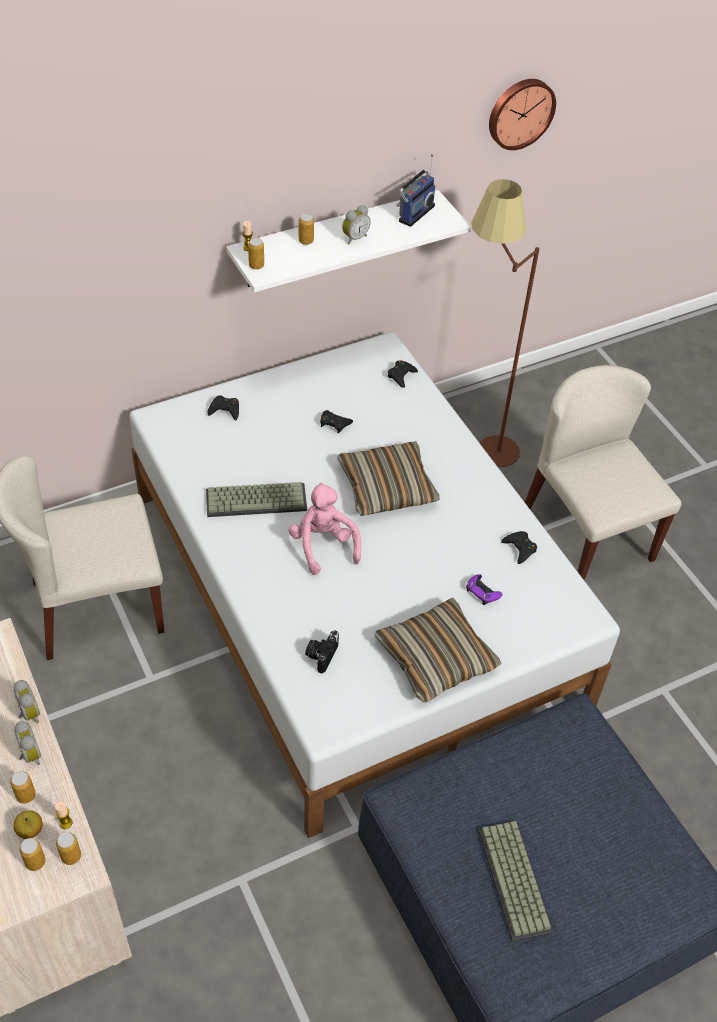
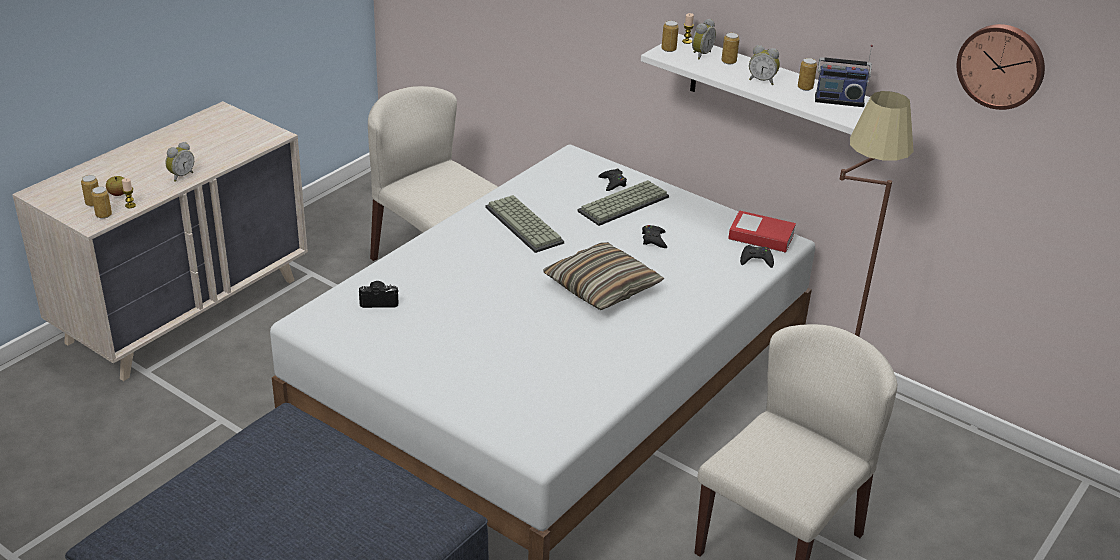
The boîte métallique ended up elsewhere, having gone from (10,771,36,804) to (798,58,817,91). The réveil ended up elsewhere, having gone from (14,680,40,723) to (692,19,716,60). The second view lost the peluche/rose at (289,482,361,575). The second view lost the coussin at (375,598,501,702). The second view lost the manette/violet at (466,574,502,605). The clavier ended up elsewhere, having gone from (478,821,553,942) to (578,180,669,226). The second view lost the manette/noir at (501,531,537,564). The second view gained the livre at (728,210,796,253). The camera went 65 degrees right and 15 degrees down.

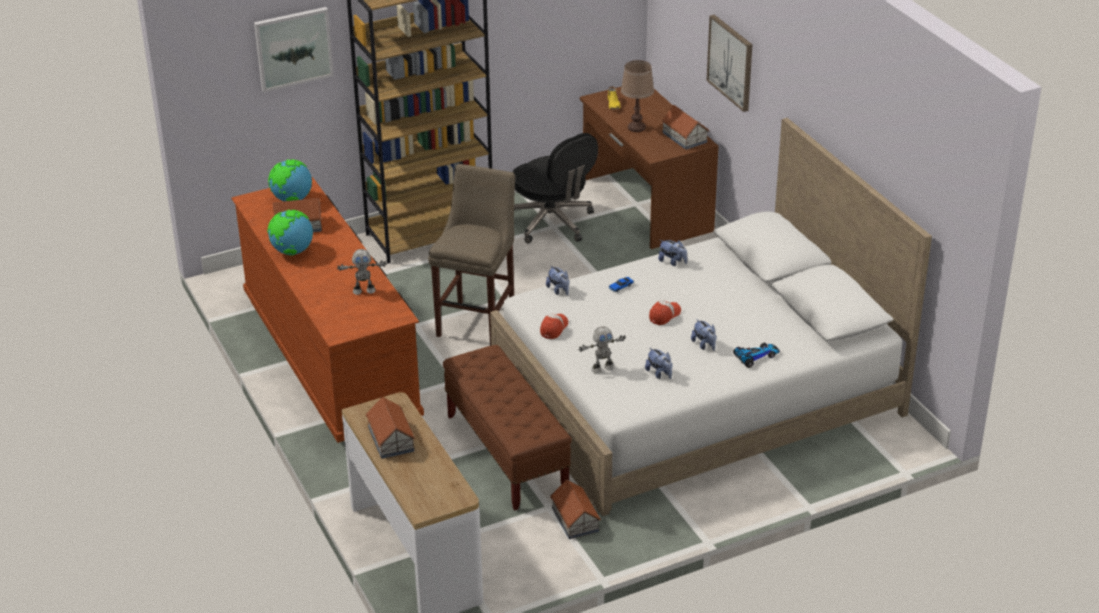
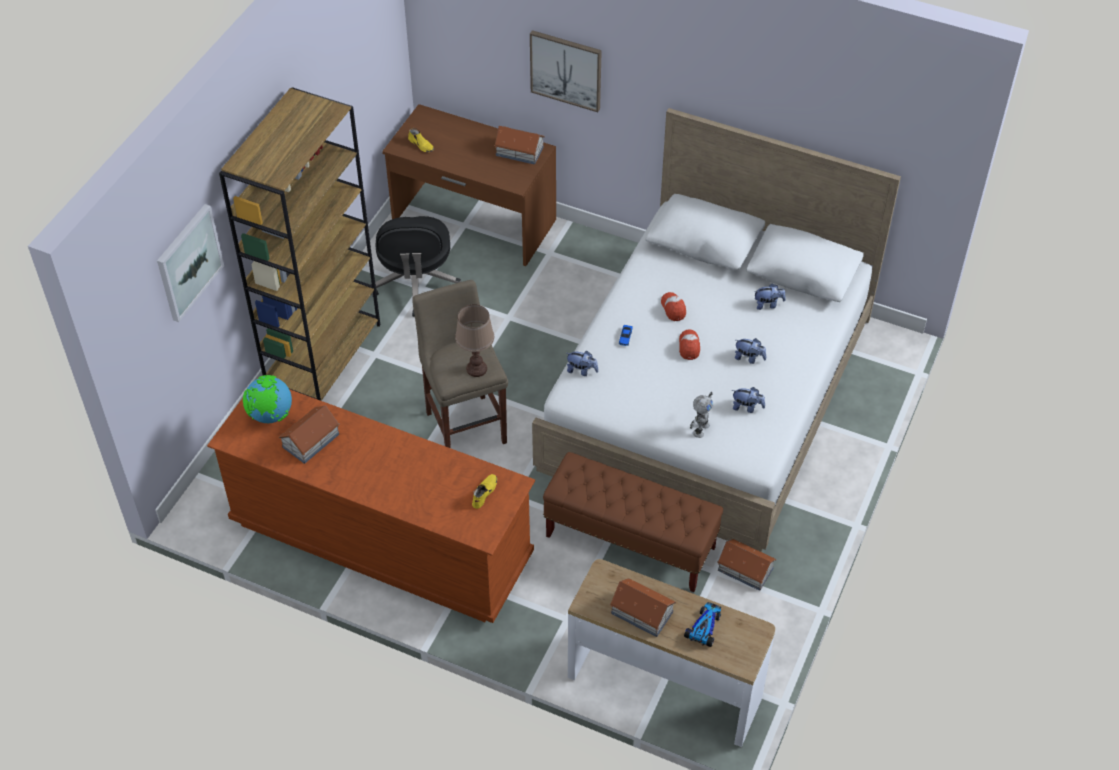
The second view lost the globe at (267,210,313,256). The second view lost the robot jouet at (337,249,387,295). The chaise de bureau/noir at (512,133,598,243) ended up facing another way, 75 degrees clockwise from before. The casquette ended up elsewhere, having gone from (540,313,568,339) to (661,292,686,321). The lampe de table/marron ended up elsewhere, having gone from (621,60,654,132) to (455,304,494,377). The peluche ended up elsewhere, having gone from (658,240,687,266) to (754,283,786,310). The petite voiture ended up elsewhere, having gone from (733,343,780,368) to (684,602,721,647). The second view gained the chaussure/jaune at (472,474,497,509). The camera went 40 degrees left and 15 degrees up.

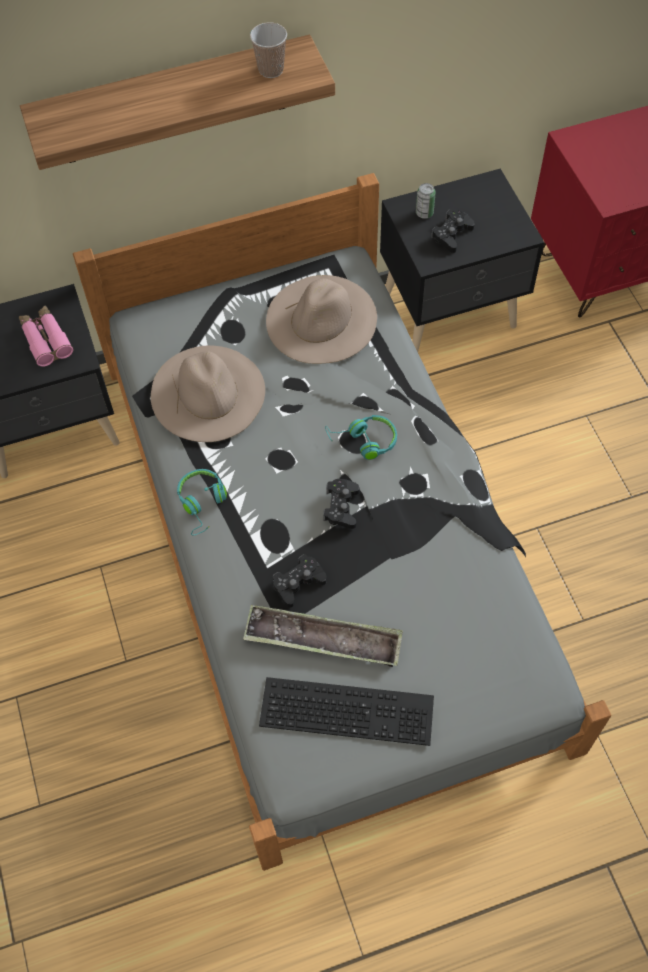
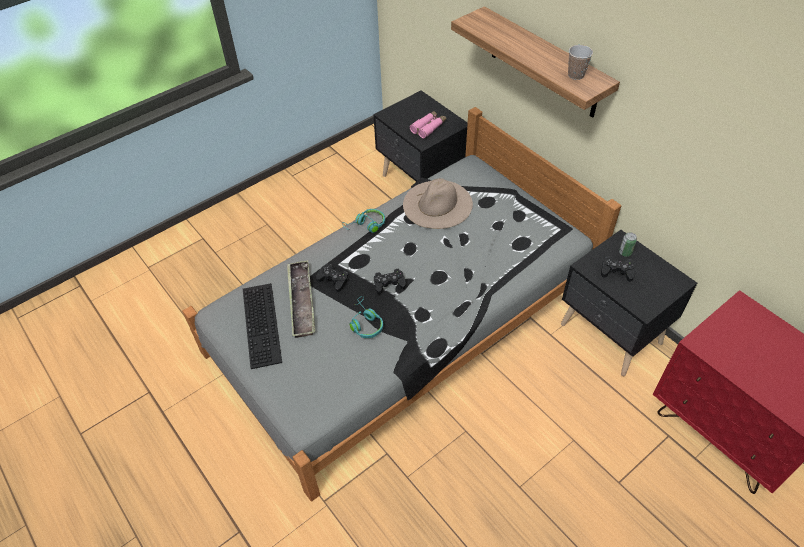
The second view lost the chapeau/beige at (266,275,377,364). The casque audio/turquoise ended up elsewhere, having gone from (325,415,397,460) to (350,296,383,338). The camera went 70 degrees right and 10 degrees down.

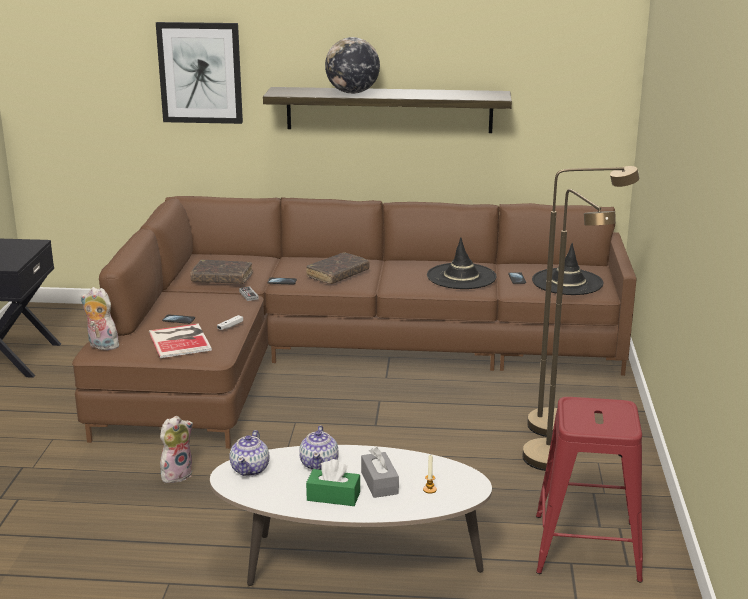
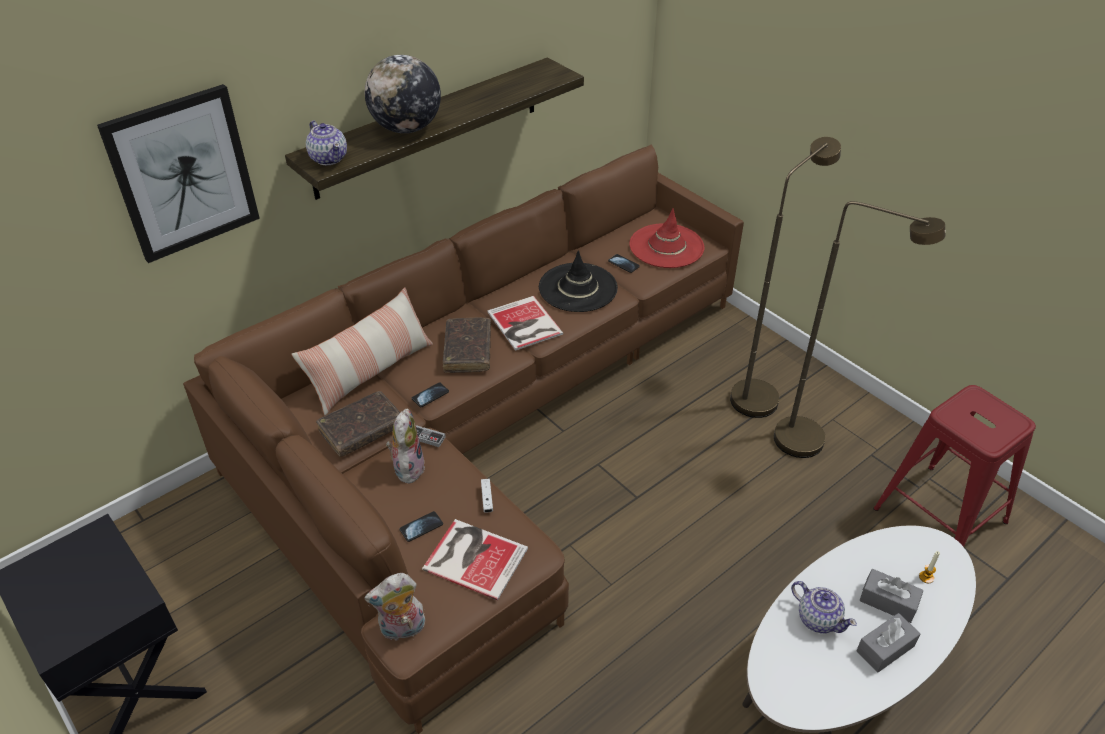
The peluche ended up elsewhere, having gone from (160,416,193,483) to (386,409,425,484). The théière ended up elsewhere, having gone from (229,430,269,476) to (306,121,347,165). What was the boîte à mouchoirs/vert at (306,459,360,506) turned into the boîte à mouchoirs/gris at (857,613,921,672). What was the chapeau/noir at (532,243,604,295) turned into the chapeau/rouge at (629,208,704,268). The second view gained the coussin at (291,287,433,415). The second view gained the livre at (487,296,564,351). The camera went 45 degrees left and 20 degrees up.

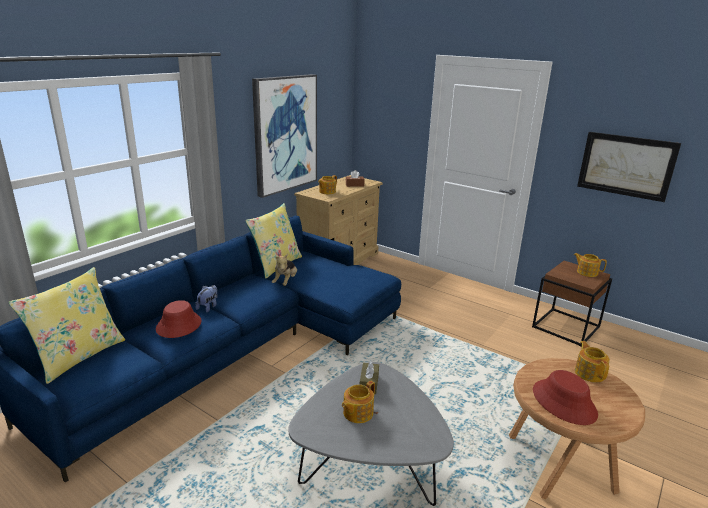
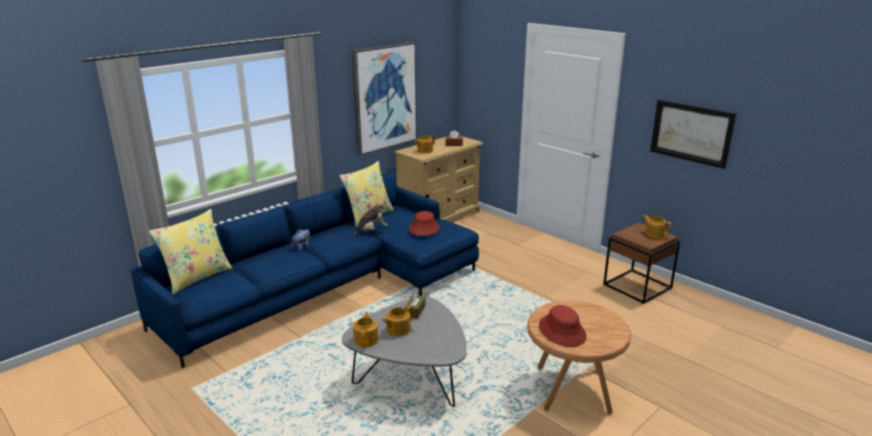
The chapeau/rouge ended up elsewhere, having gone from (156,300,202,338) to (409,211,440,236). The peluche at (272,254,297,286) ended up facing another way, 150 degrees counterclockwise from before. The théière ended up elsewhere, having gone from (575,341,610,383) to (353,312,378,348). The camera went 10 degrees right and 0 degrees up.

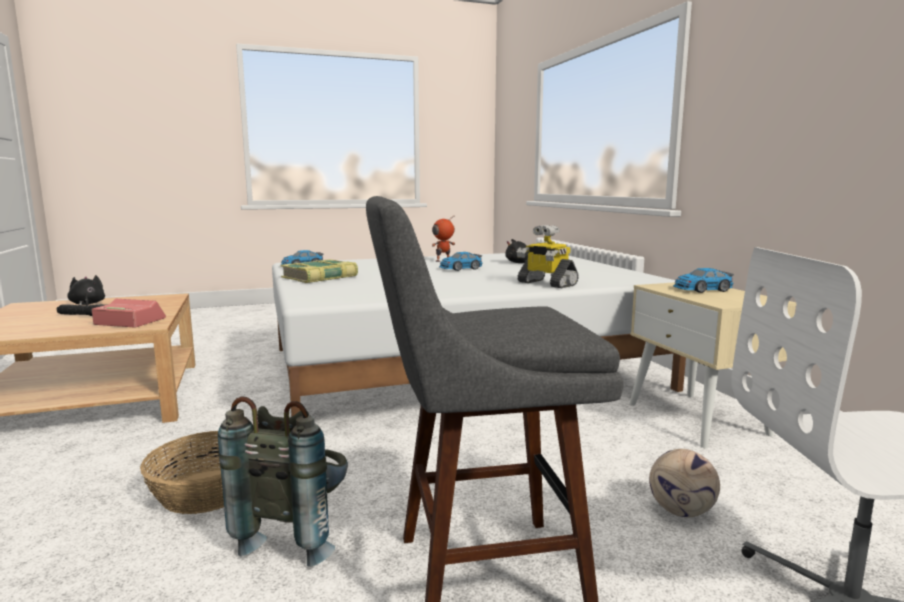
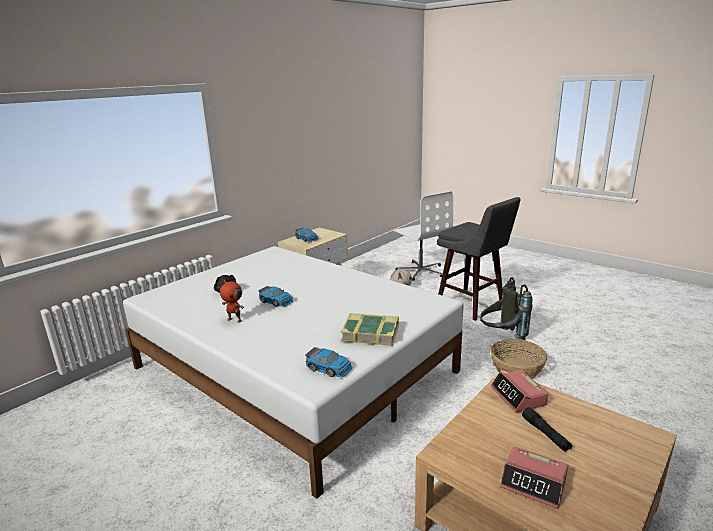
Where the peluche/noir stood at (67,275,105,306), the réveil came to stand at (500,446,568,509). The second view lost the robot jouet at (517,225,578,288). The camera went 120 degrees left and 10 degrees up.

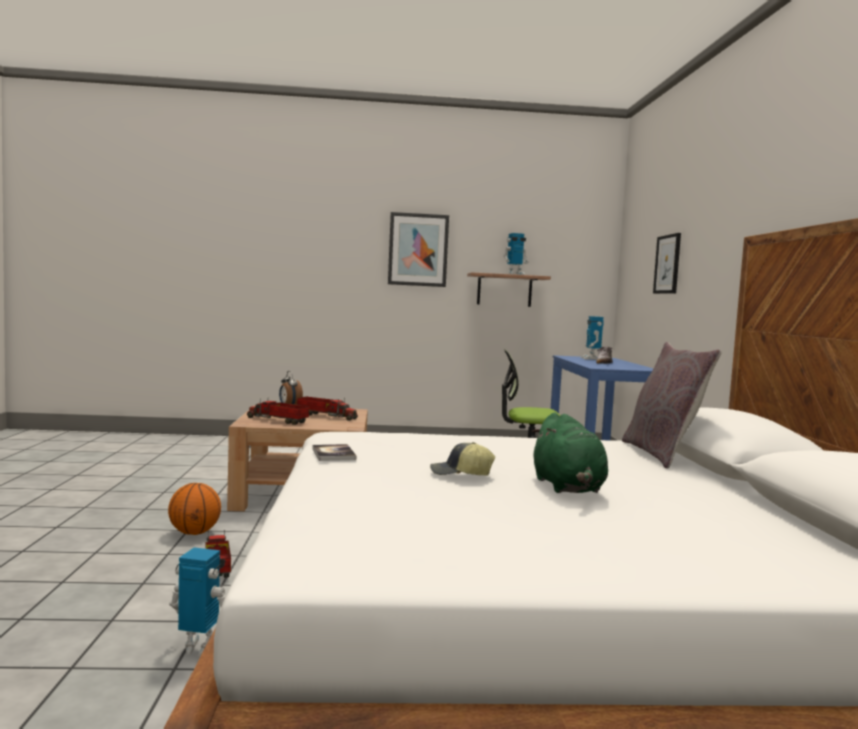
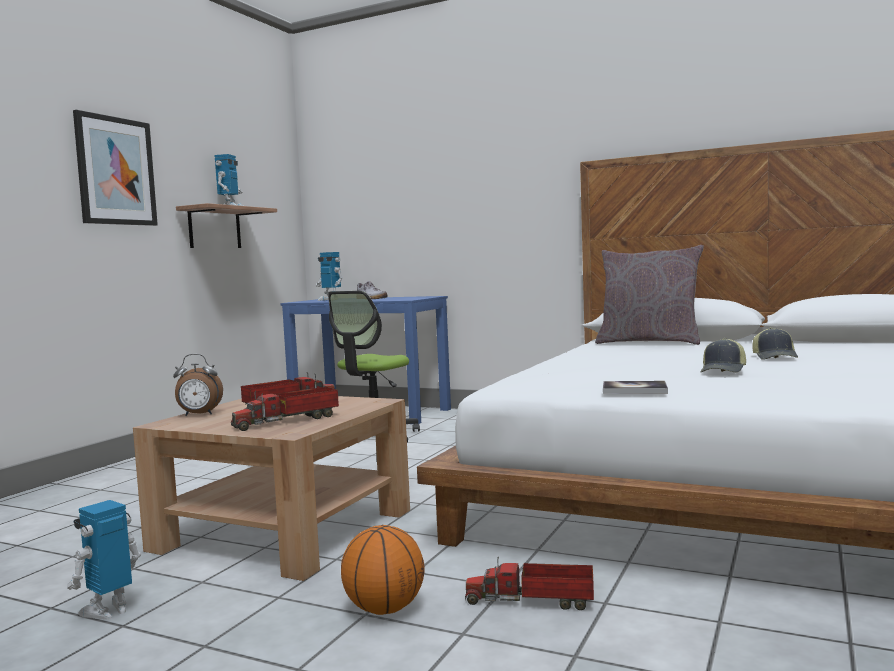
The robot jouet ended up elsewhere, having gone from (169,548,226,656) to (67,500,141,620). Where the peluche/vert stood at (531,412,608,493), the casquette came to stand at (752,327,798,360). The second view lost the tableau at (653,233,681,294). The camera went 60 degrees left and 0 degrees up.

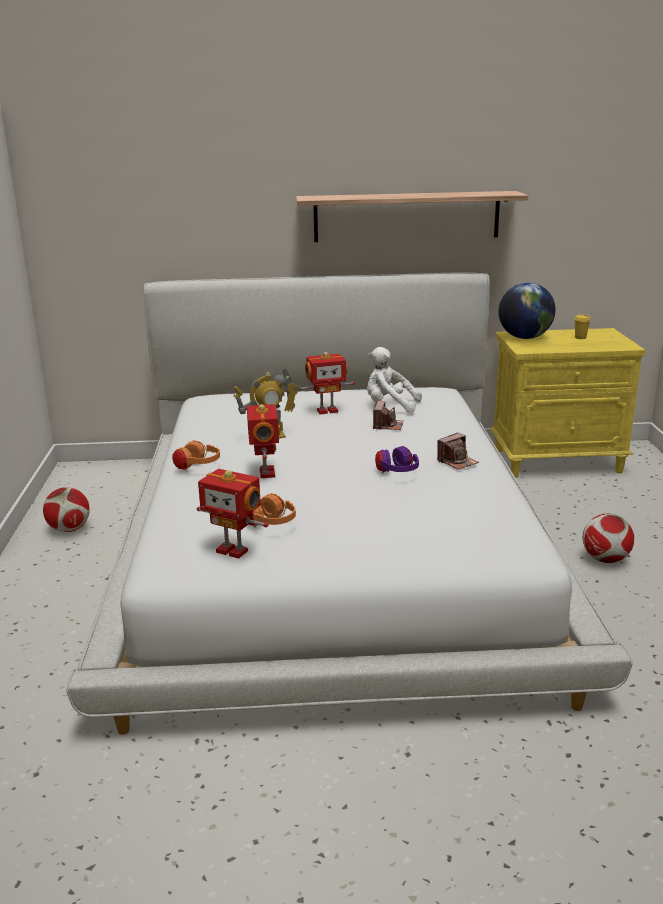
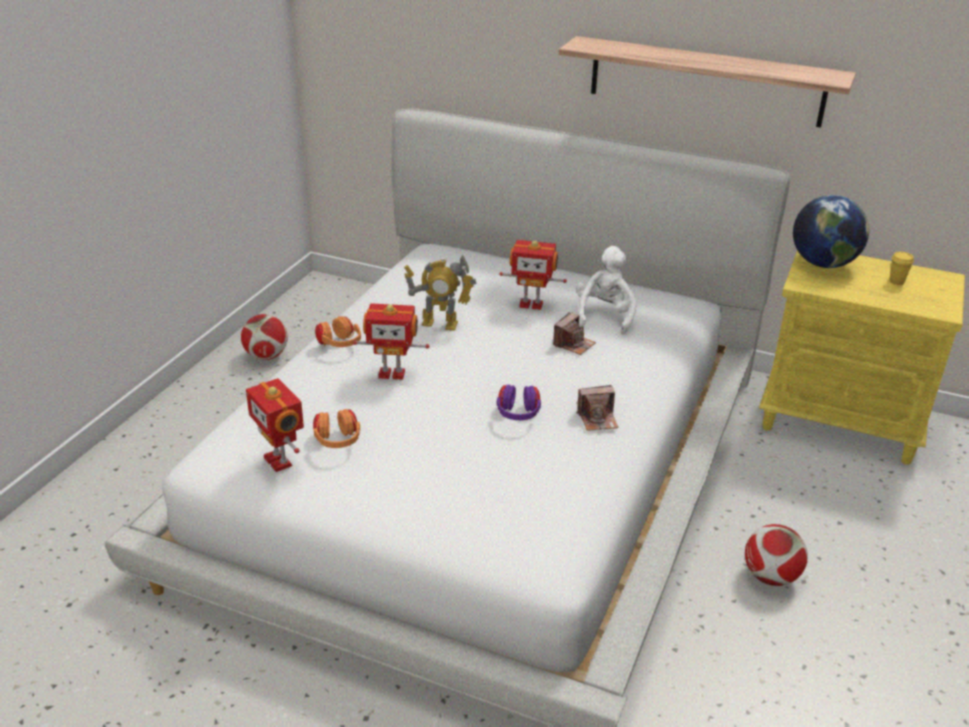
The robot jouet at (247,404,279,478) ended up facing another way, 75 degrees clockwise from before. The peluche/blanc at (367,347,422,413) ended up facing another way, 60 degrees clockwise from before. The camera went 25 degrees right and 10 degrees up.

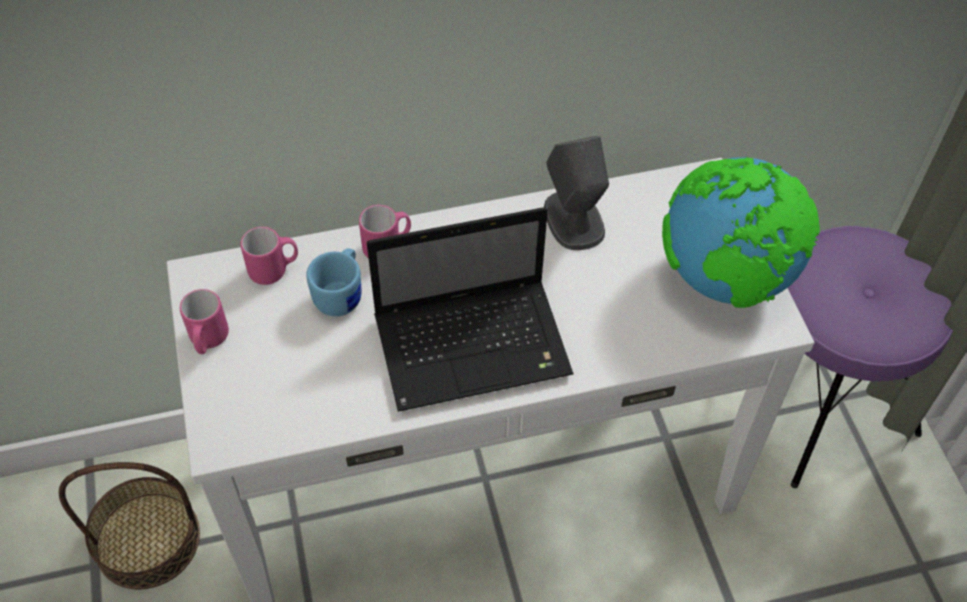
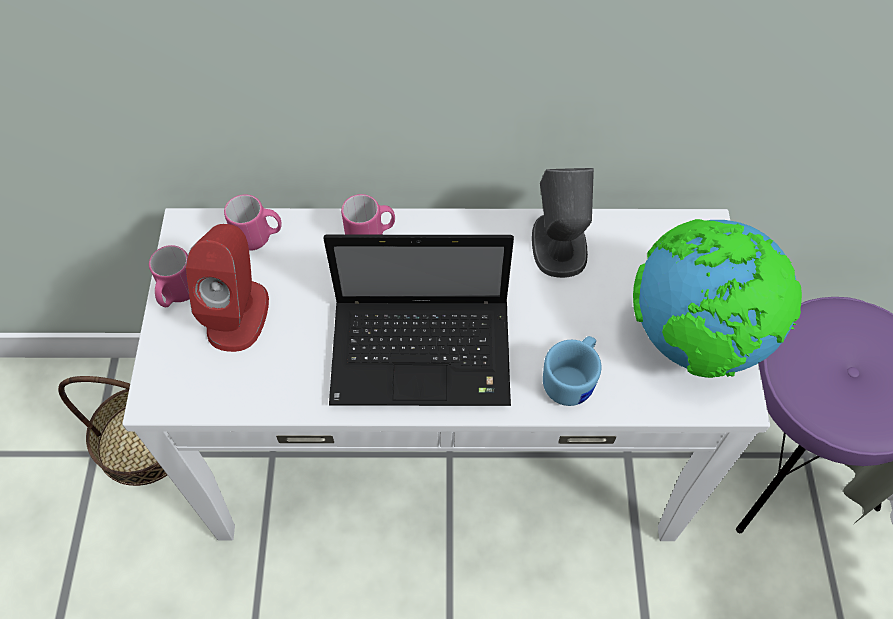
The mug/bleu ended up elsewhere, having gone from (306,248,361,316) to (543,336,601,406). The second view gained the enceinte/rouge at (185,224,269,352). The camera went 15 degrees right and 5 degrees up.

